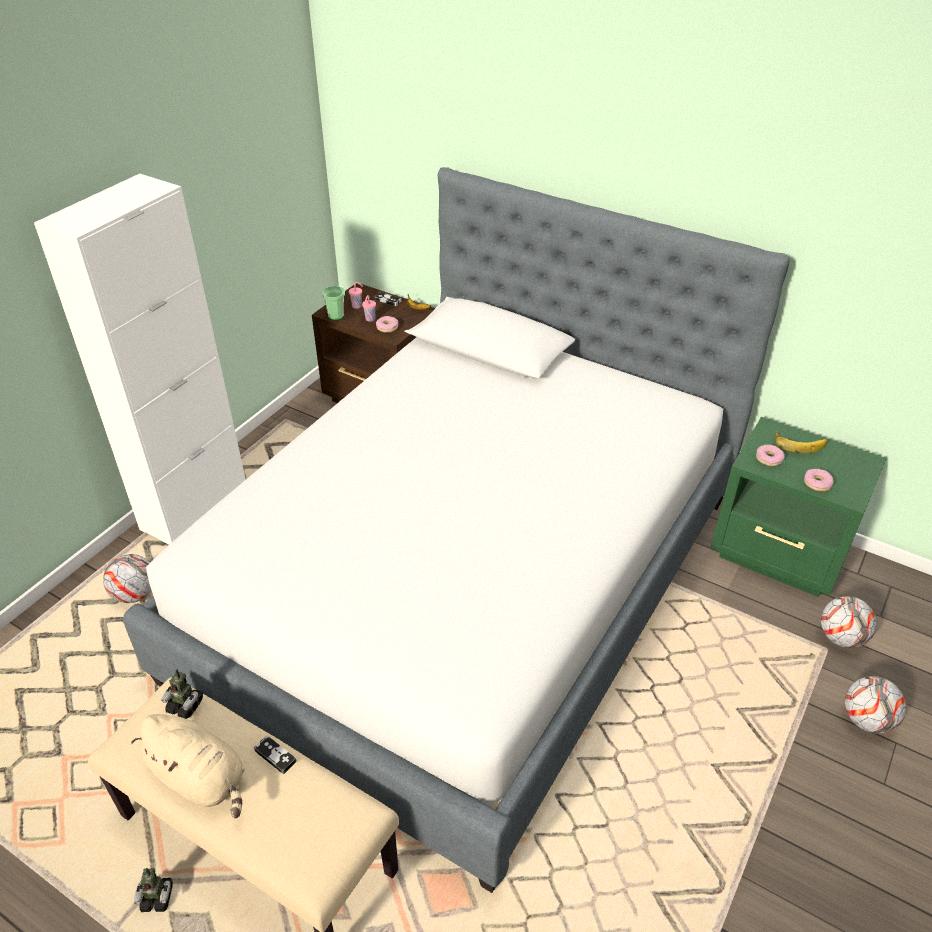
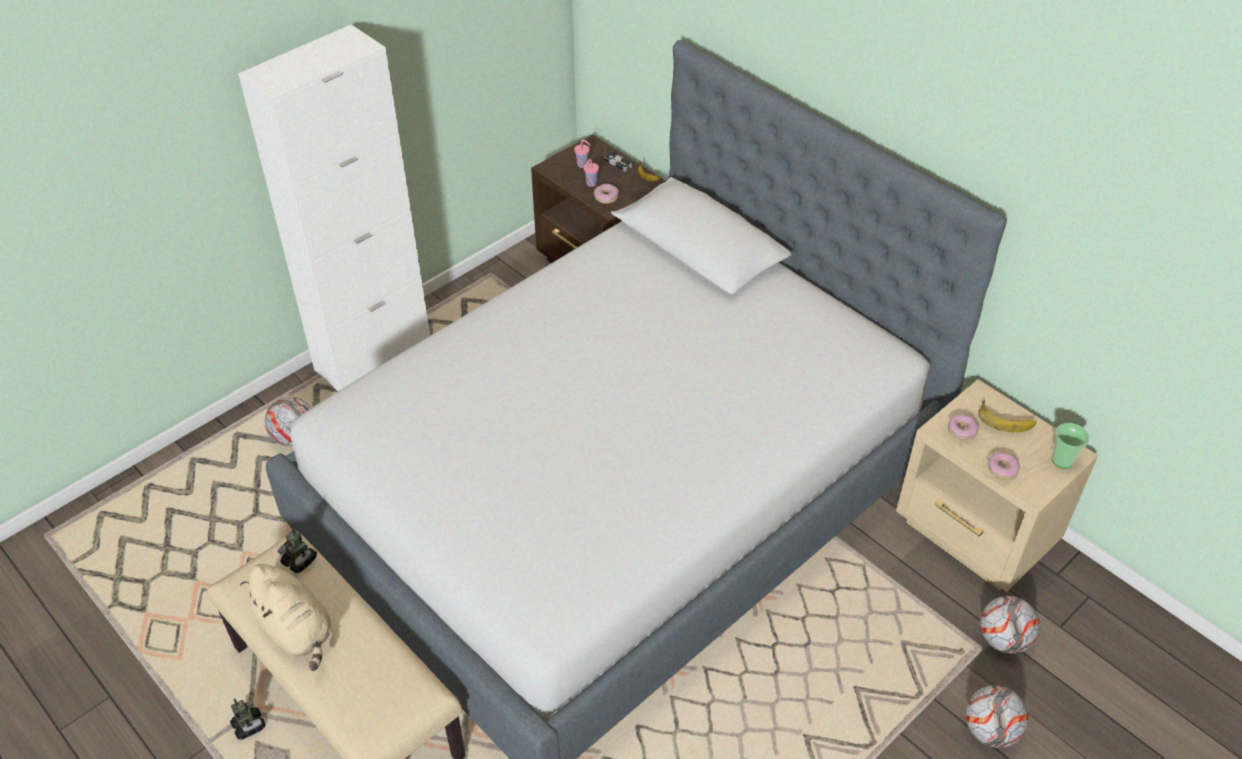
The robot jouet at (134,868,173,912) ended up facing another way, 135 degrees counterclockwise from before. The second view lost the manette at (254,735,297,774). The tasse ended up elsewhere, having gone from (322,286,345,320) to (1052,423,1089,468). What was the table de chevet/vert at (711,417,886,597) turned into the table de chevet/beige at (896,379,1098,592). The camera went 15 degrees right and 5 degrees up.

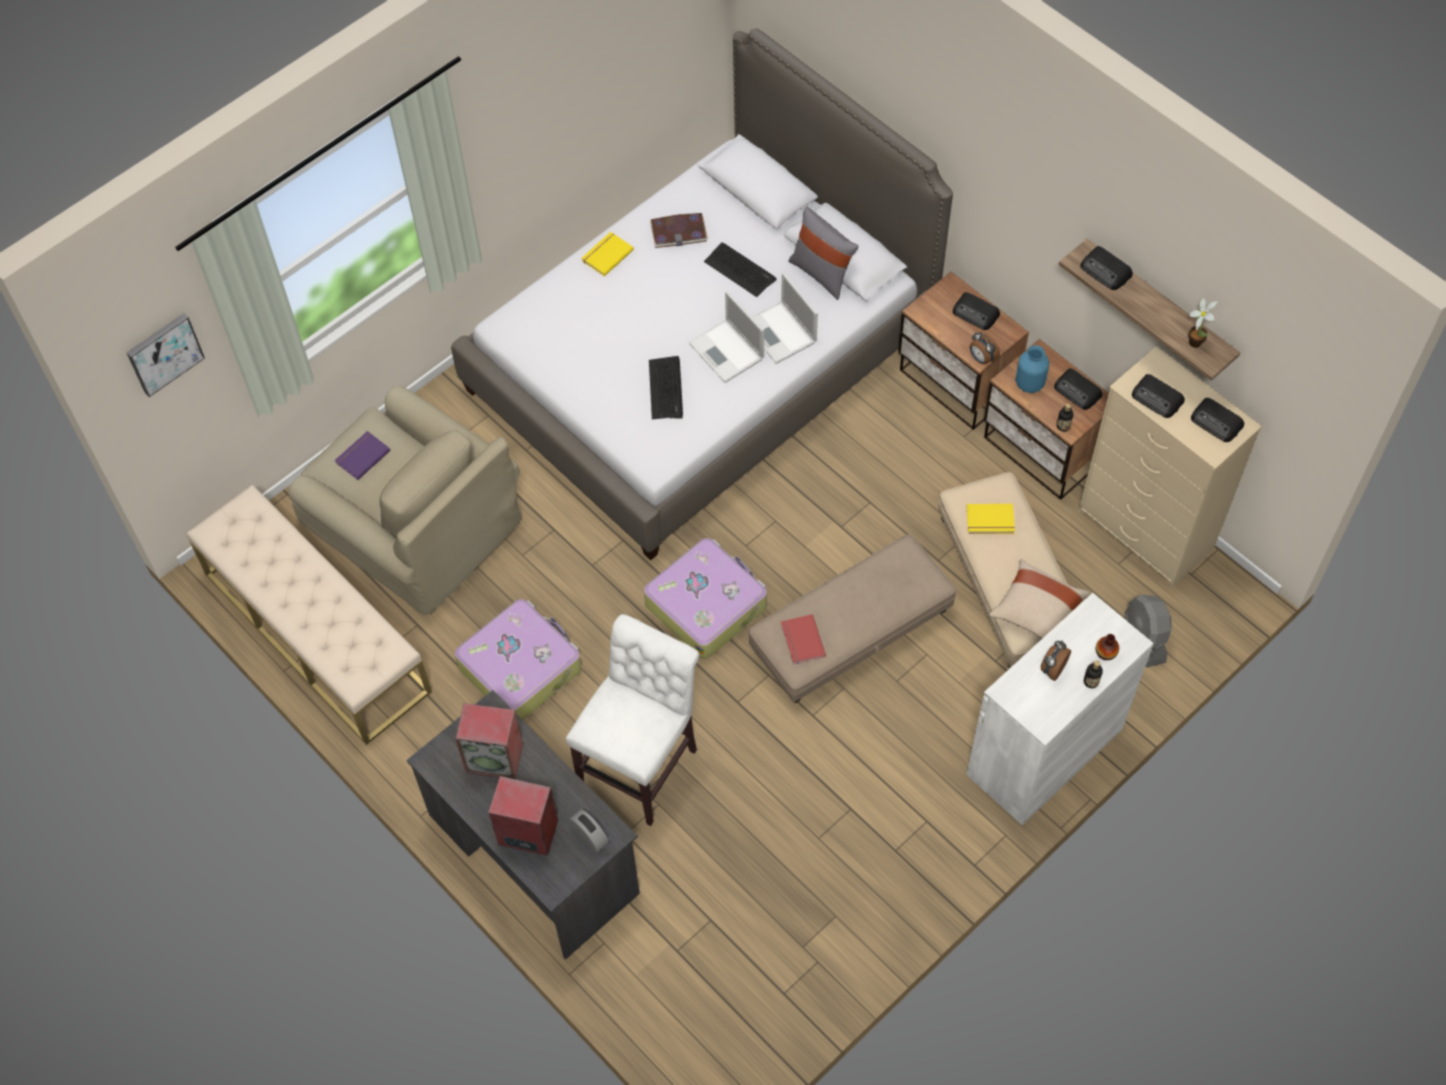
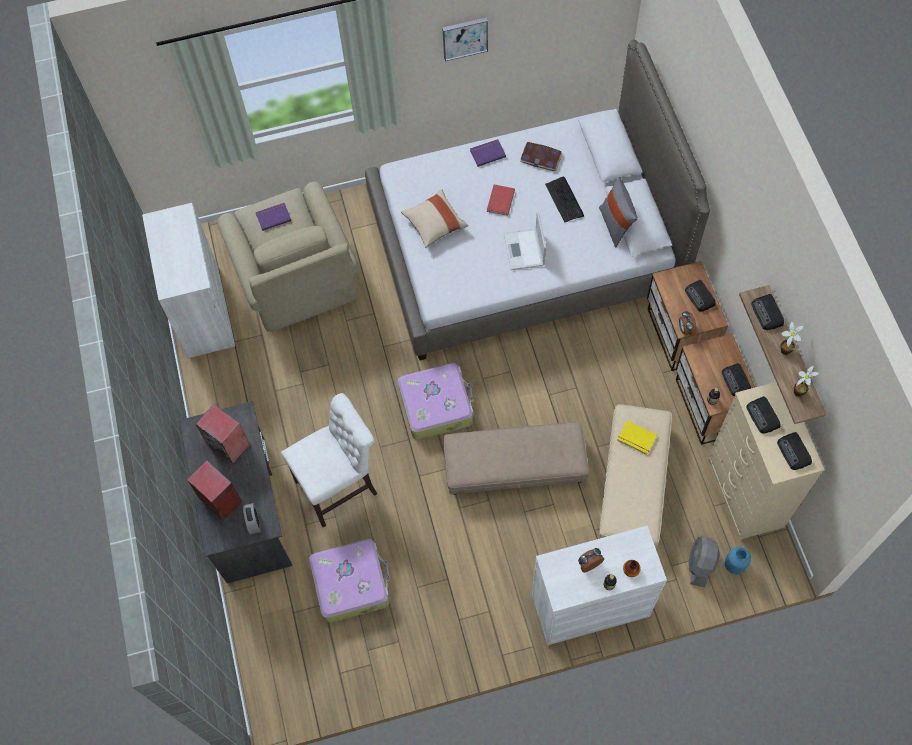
The tableau ended up elsewhere, having gone from (126,313,205,397) to (442,17,488,61). Where the banc/beige stood at (187,485,432,745), the meuble de rangement/blanc came to stand at (142,203,235,358). The valise ended up elsewhere, having gone from (455,599,582,720) to (309,539,390,623). What was the livre/jaune at (582,232,634,276) turned into the livre/violet at (470,139,506,167). The second view lost the clavier at (649,356,683,419). The second view lost the ordinateur portable at (753,273,818,364). The livre/rouge ended up elsewhere, having gone from (781,614,826,665) to (487,185,515,216). The coussin/beige ended up elsewhere, having gone from (989,559,1090,639) to (401,189,468,247). The vase/bleu ended up elsewhere, having gone from (1015,345,1049,393) to (725,547,751,575). The second view gained the plante en pot at (780,322,803,355). The camera went 30 degrees right and 5 degrees up.

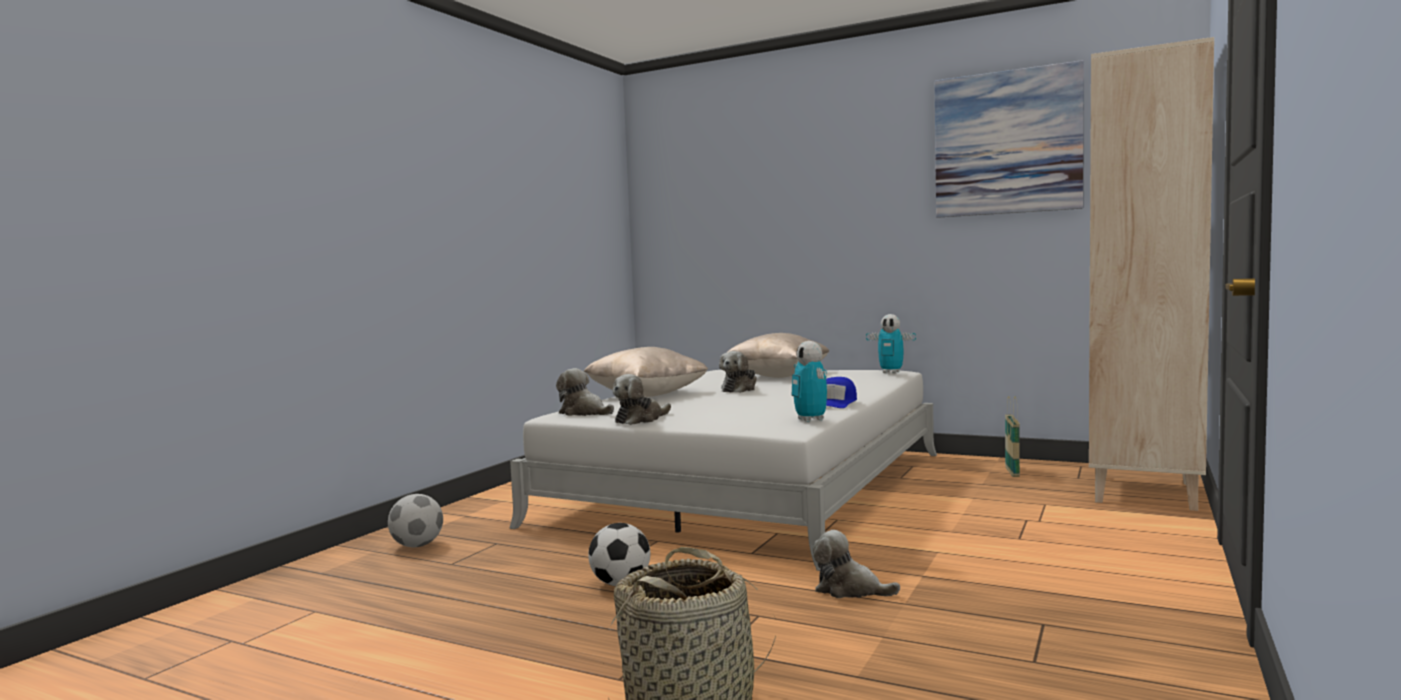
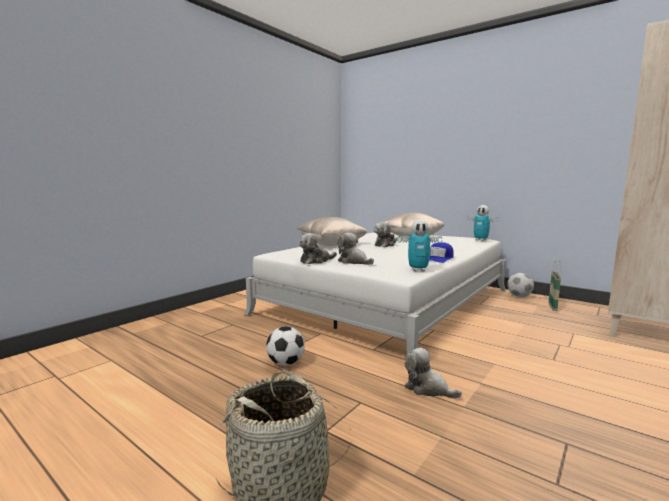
The ballon de foot ended up elsewhere, having gone from (388,494,443,547) to (507,273,534,297). The peluche ended up elsewhere, having gone from (556,368,614,416) to (337,233,374,265). The robot jouet at (792,341,827,422) ended up facing another way, 75 degrees counterclockwise from before. The second view lost the tableau at (935,60,1084,218). The camera went 10 degrees right and 5 degrees up.

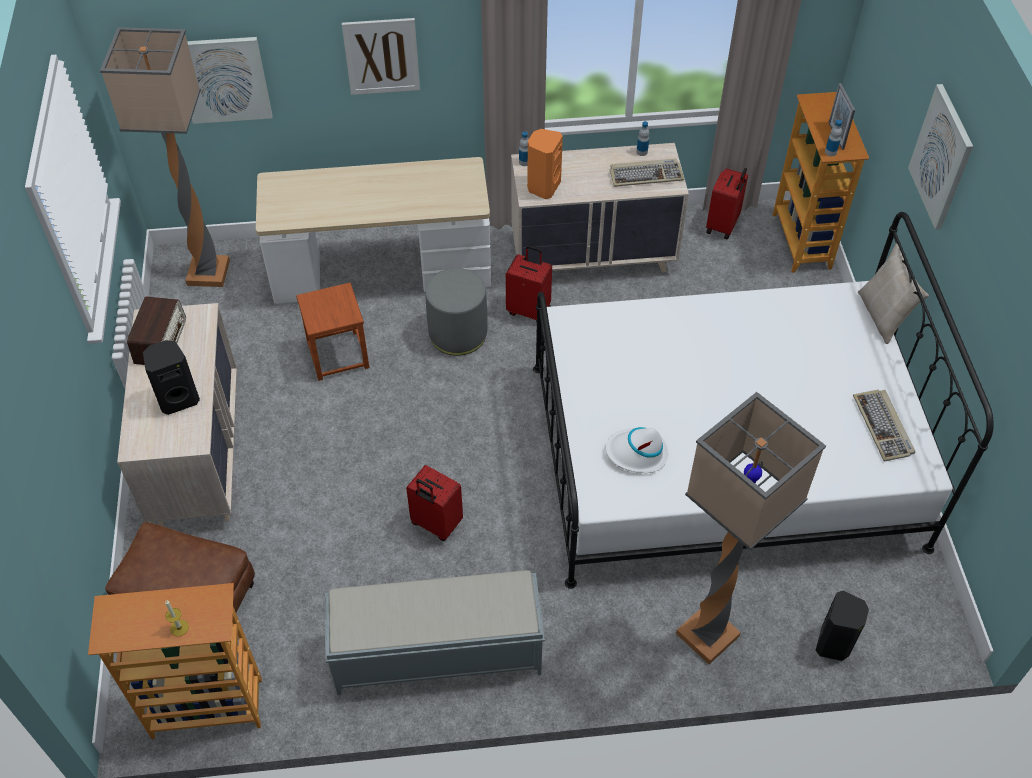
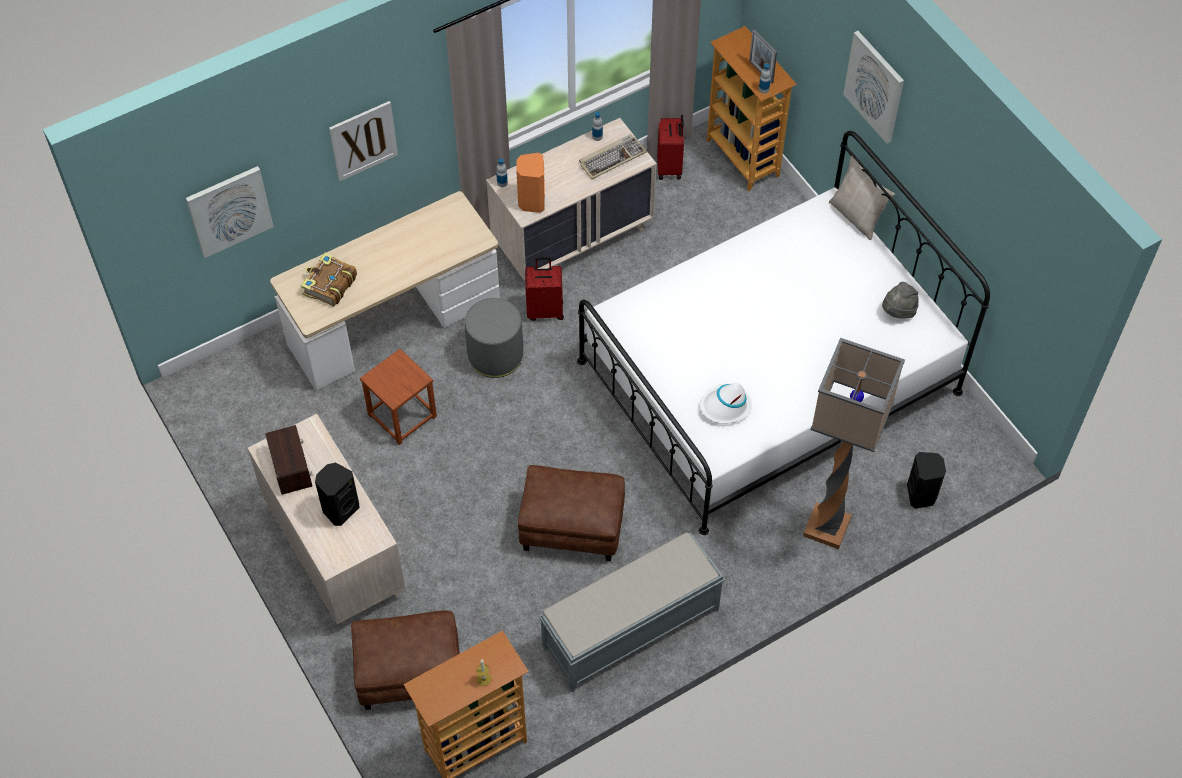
The second view lost the lampadaire at (100,27,230,287). Where the valise/rouge stood at (406,465,463,541), the pouf/marron came to stand at (518,465,625,561). Where the clavier stood at (853,390,915,461), the chapeau/gris came to stand at (882,282,919,319). The second view gained the livre at (301,252,357,307). The camera went 25 degrees left and 5 degrees up.

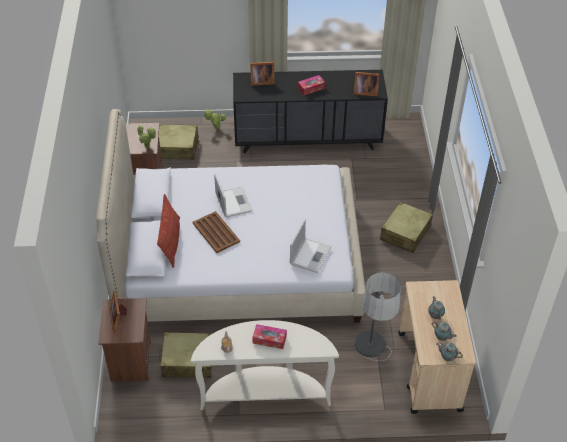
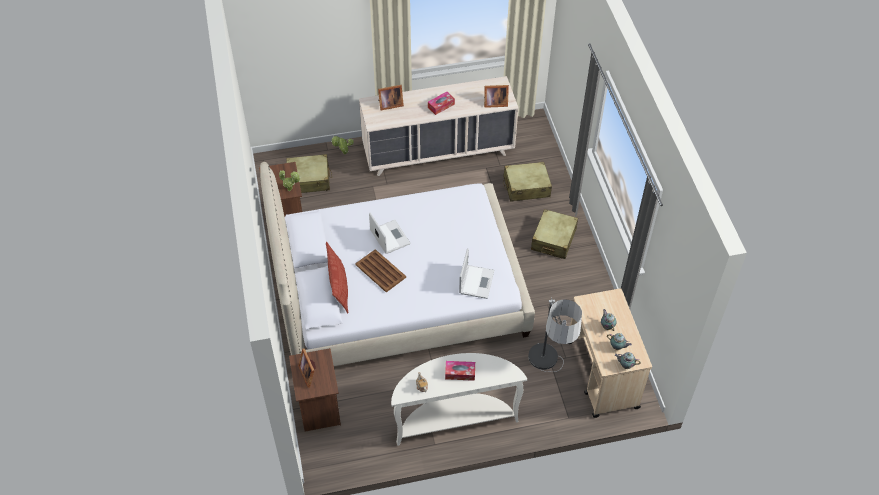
The valise/beige ended up elsewhere, having gone from (159,332,213,378) to (503,162,552,202). What was the commode/noir at (233,70,388,153) turned into the commode/beige at (359,76,519,176). The camera went 10 degrees left and 5 degrees up.

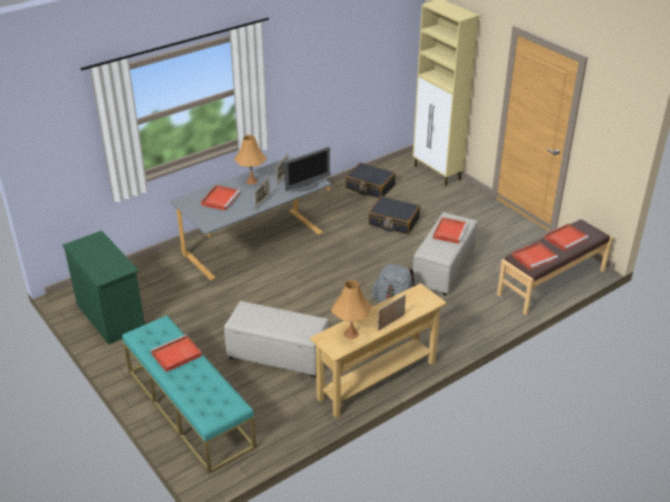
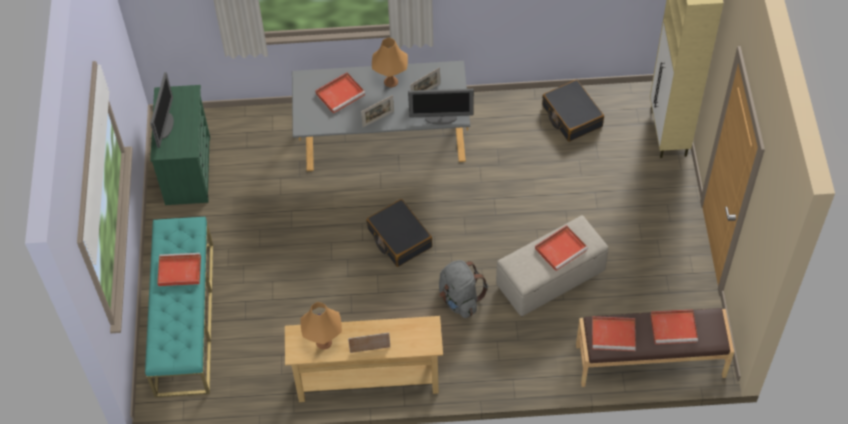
The second view lost the pouf/beige at (224,301,329,377). The valise/noir ended up elsewhere, having gone from (368,196,420,235) to (366,199,432,267). The second view gained the écran d'ordinateur at (150,72,174,148). The camera went 35 degrees right and 20 degrees up.

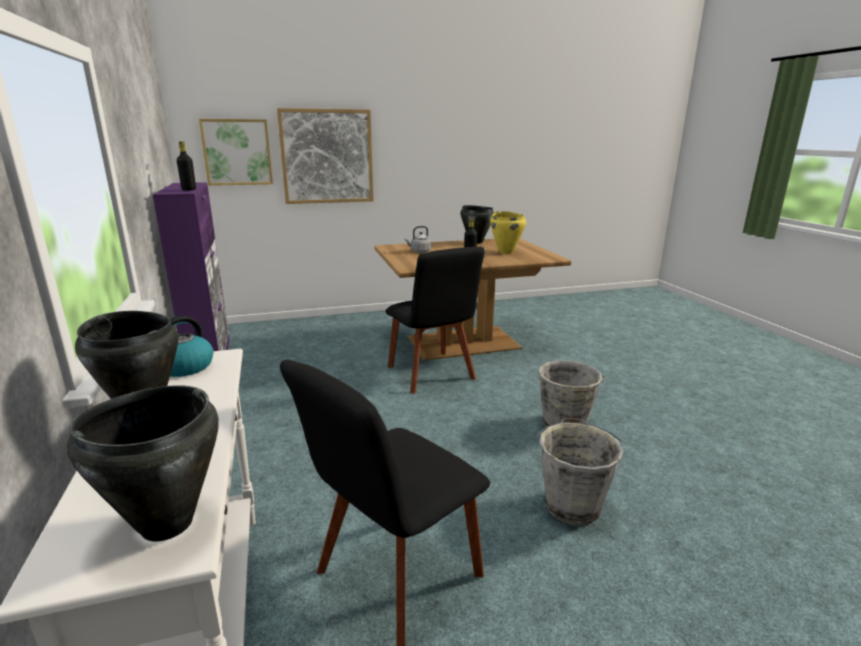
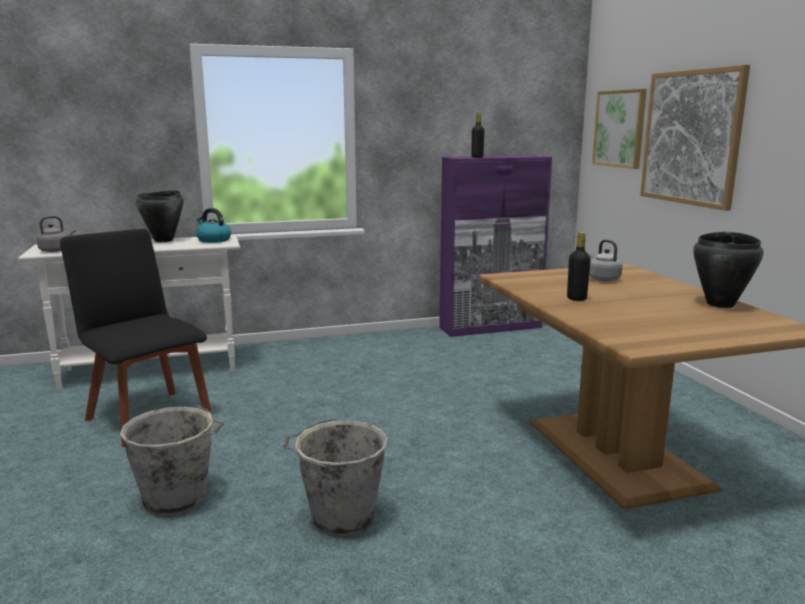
Where the marmite/noir stood at (67,385,219,541), the bouilloire/gris came to stand at (37,216,76,252). The second view lost the chaise/noir at (385,247,485,394). The second view lost the marmite/jaune at (490,211,526,254). The camera went 90 degrees right and 5 degrees down.

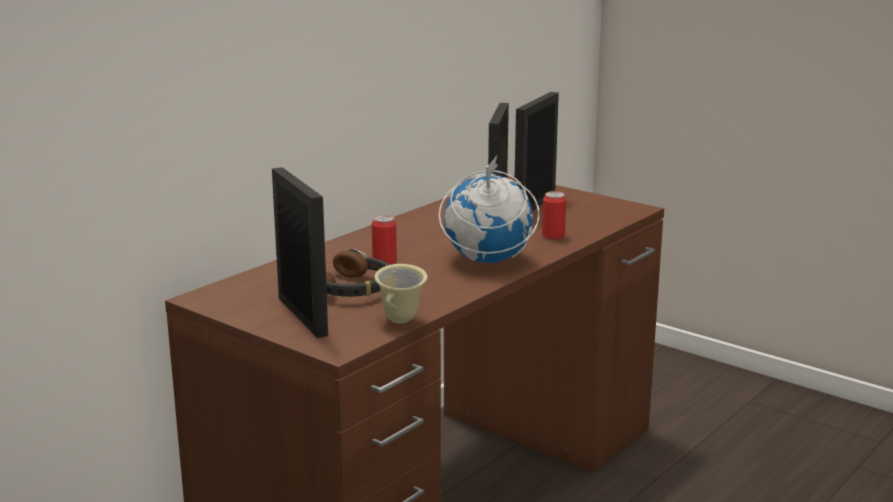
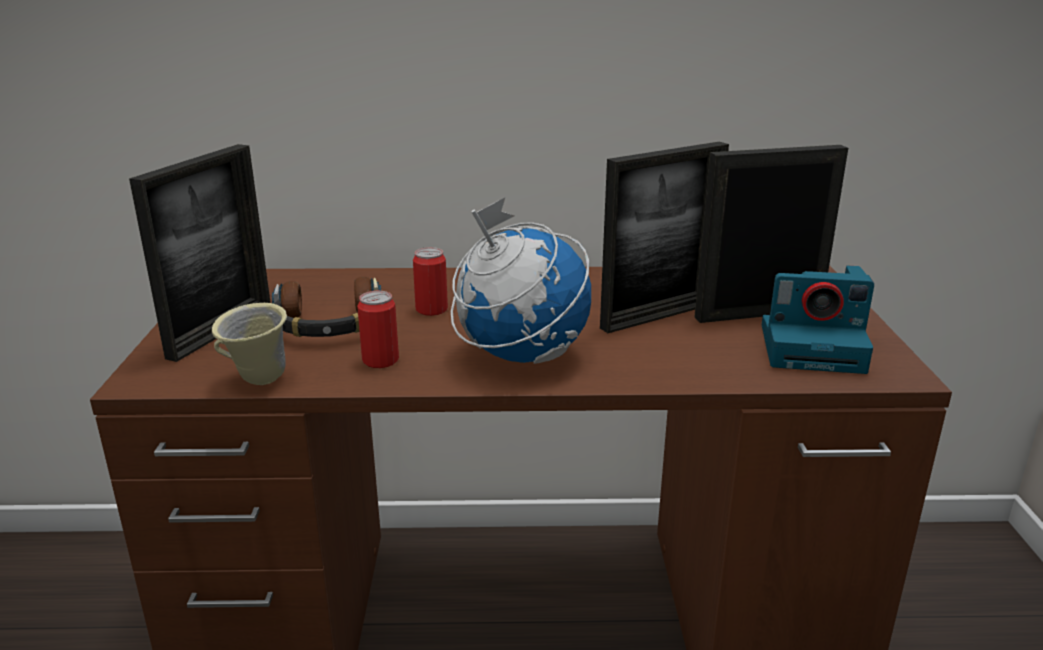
The boîte métallique ended up elsewhere, having gone from (542,191,566,239) to (357,291,399,368). The second view gained the appareil photo at (762,266,874,374). The camera went 50 degrees right and 5 degrees up.

